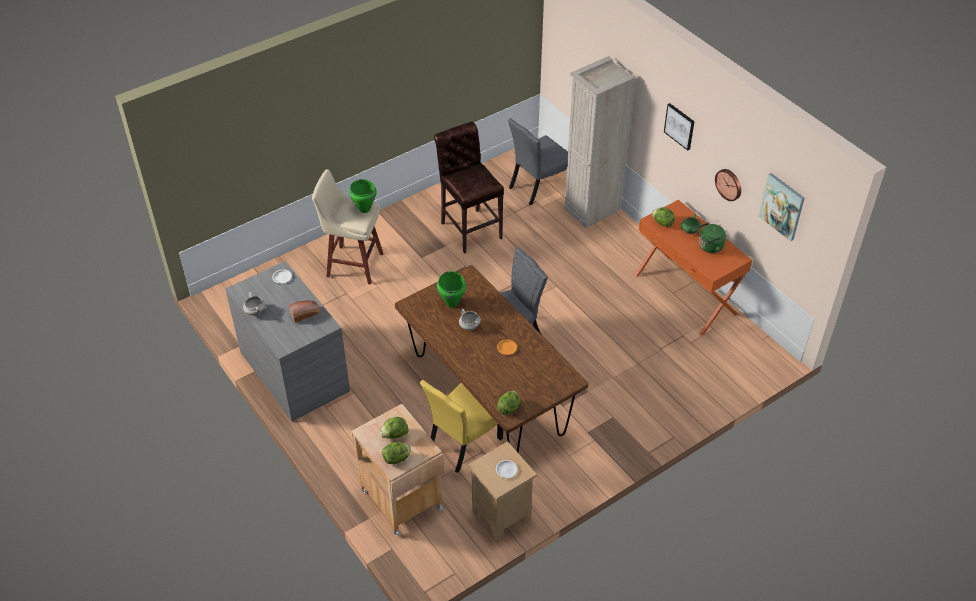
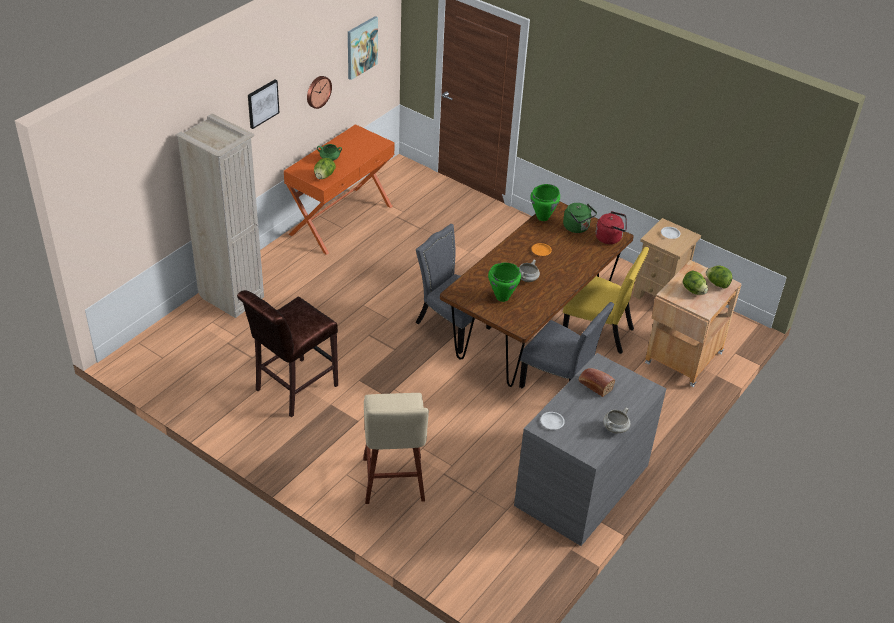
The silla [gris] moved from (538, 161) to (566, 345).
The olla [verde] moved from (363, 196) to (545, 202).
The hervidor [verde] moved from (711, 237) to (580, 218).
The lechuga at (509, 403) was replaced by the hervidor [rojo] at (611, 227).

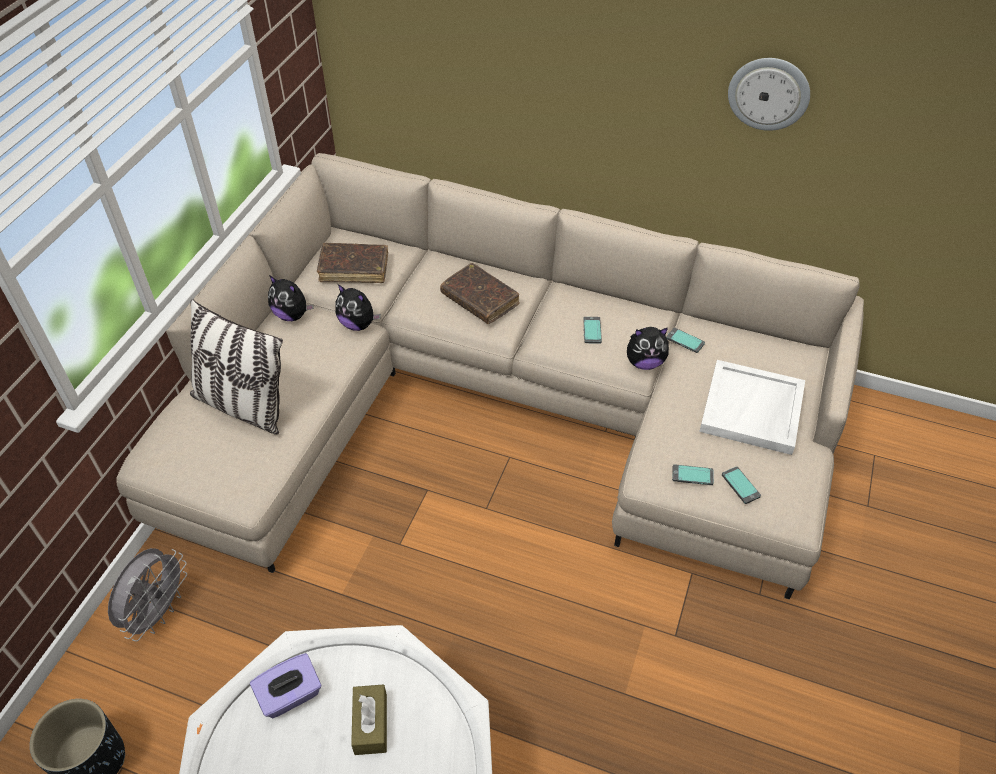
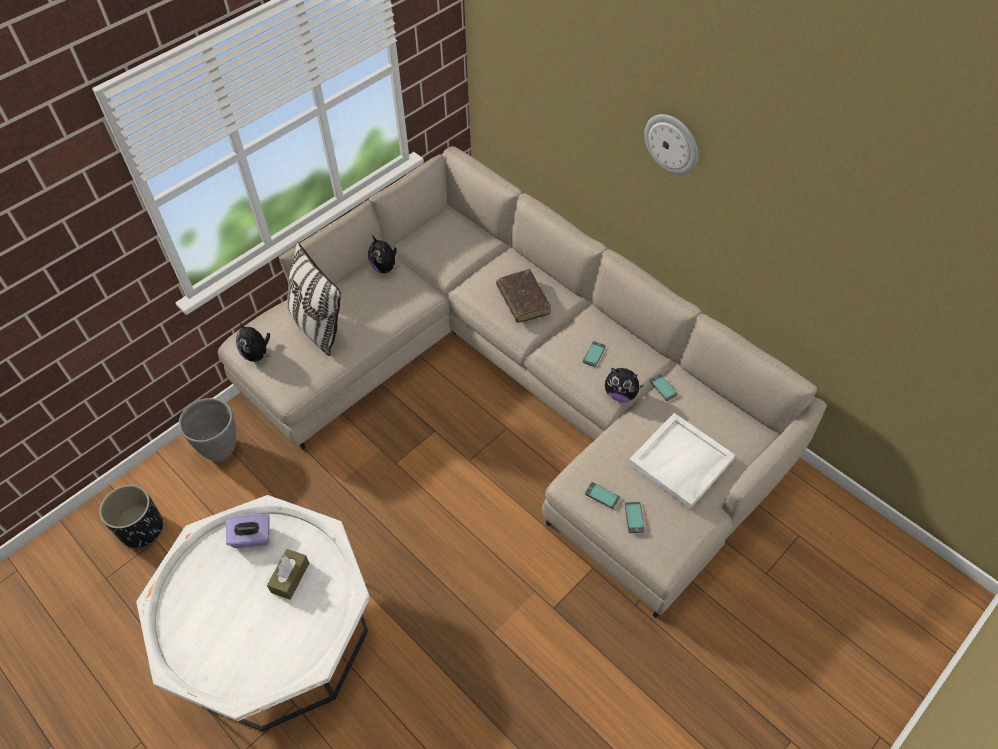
The reloj de pared moved from (769, 94) to (671, 144).
The libro [marrón] at (352, 263) disappeared.
The peluche moved from (358, 307) to (253, 342).
The ventilador [gris] at (147, 595) was replaced by the maceta [gris] at (207, 429).

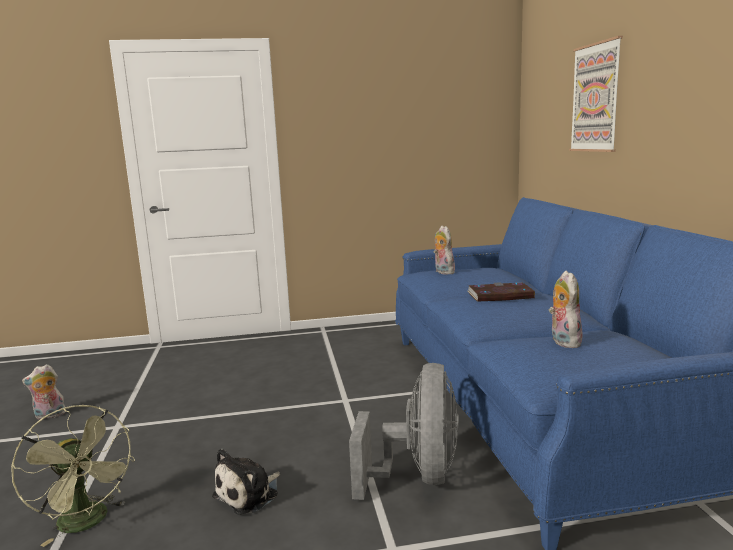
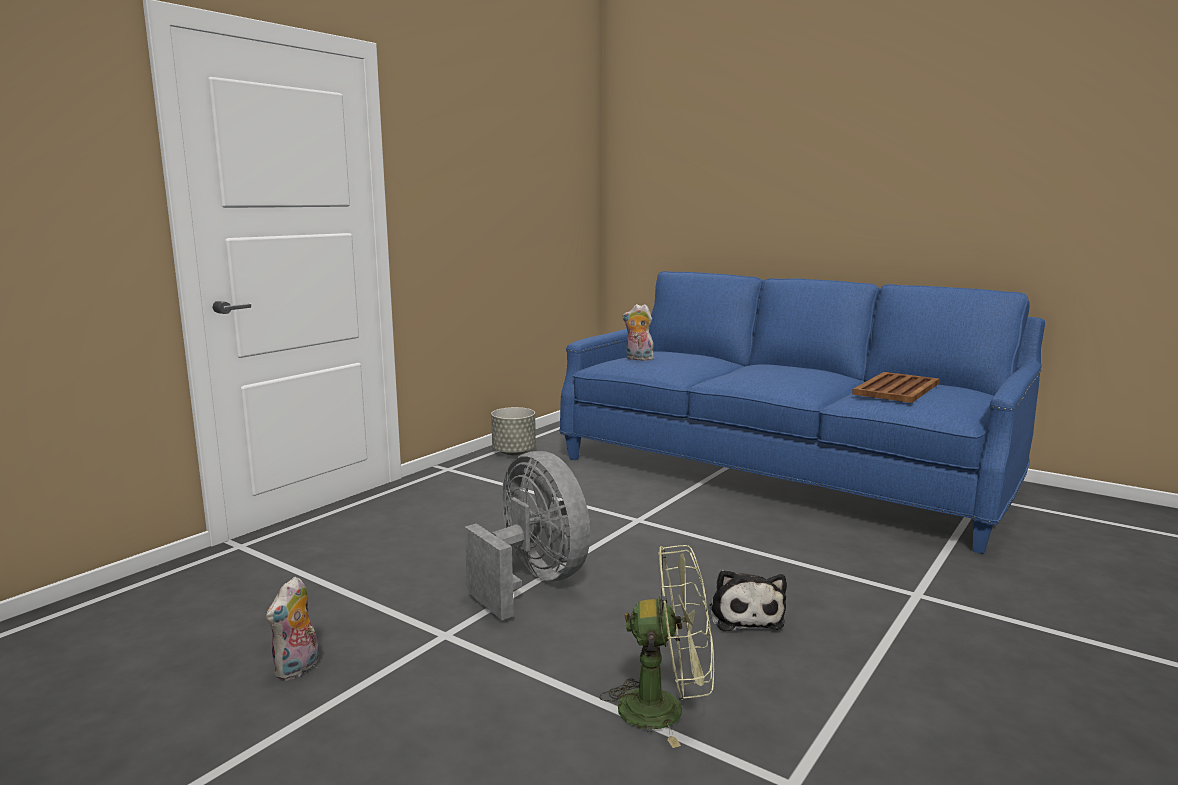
The cuadro at (596, 94) disappeared.
The peluche at (565, 309) was replaced by the bandeja [marrón] at (895, 387).
The libro at (501, 292) disappeared.
The ventilador [gris] moved from (404, 431) to (527, 535).
The maceta [gris] at (513, 431) appeared.

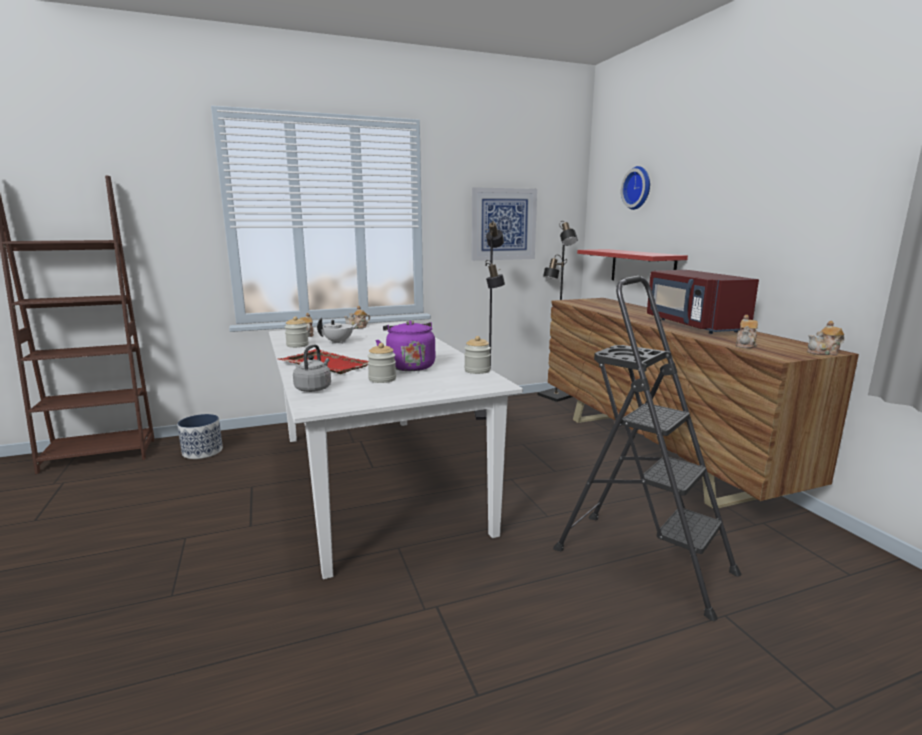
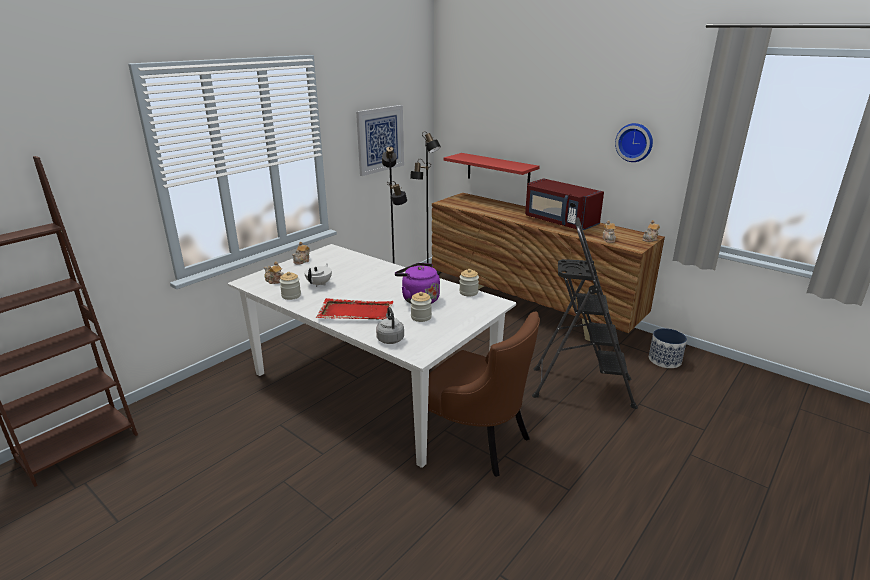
The reloj de pared moved from (635, 188) to (634, 142).
The maceta moved from (200, 436) to (668, 348).
The silla [marrón] at (484, 394) appeared.

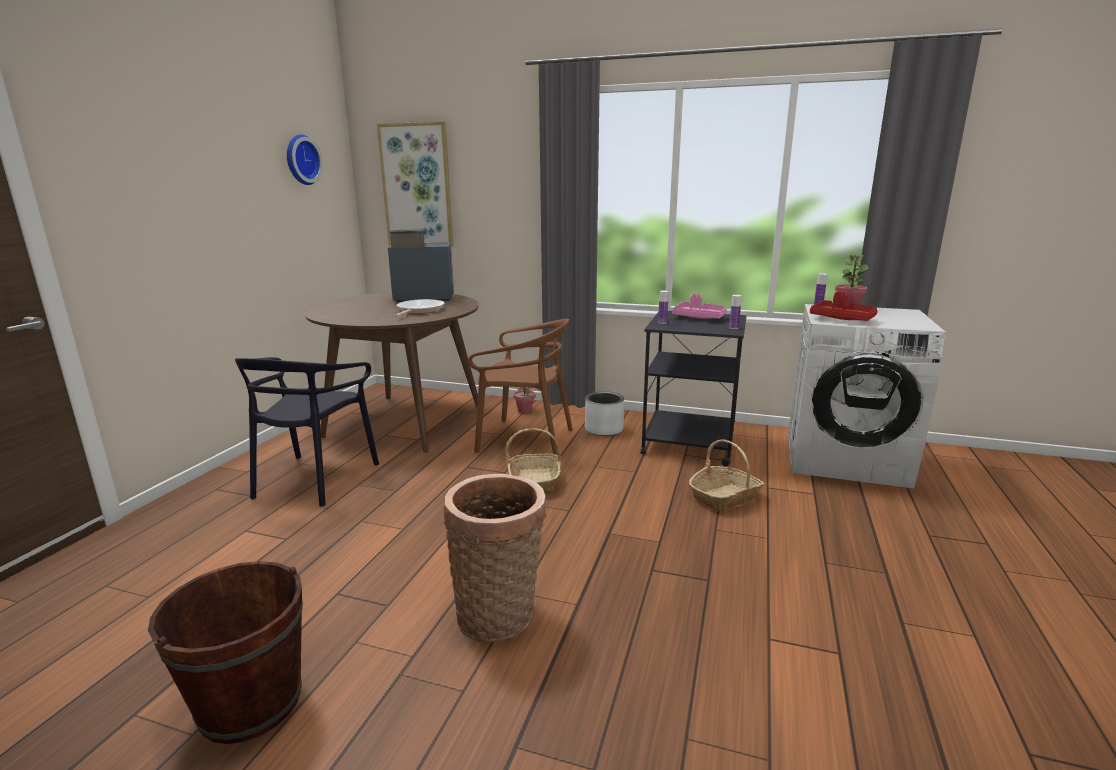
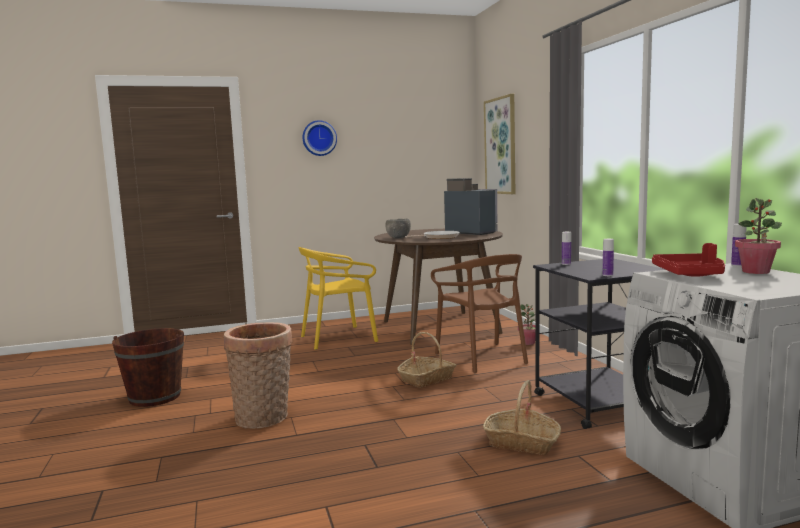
The reloj de pared moved from (305, 159) to (319, 138).
The bandeja [rosa] at (699, 306) disappeared.
The silla [negro] at (307, 432) became the silla [amarillo] at (338, 298).
The maceta [gris] at (604, 413) disappeared.
The cuenco [gris] at (398, 228) appeared.

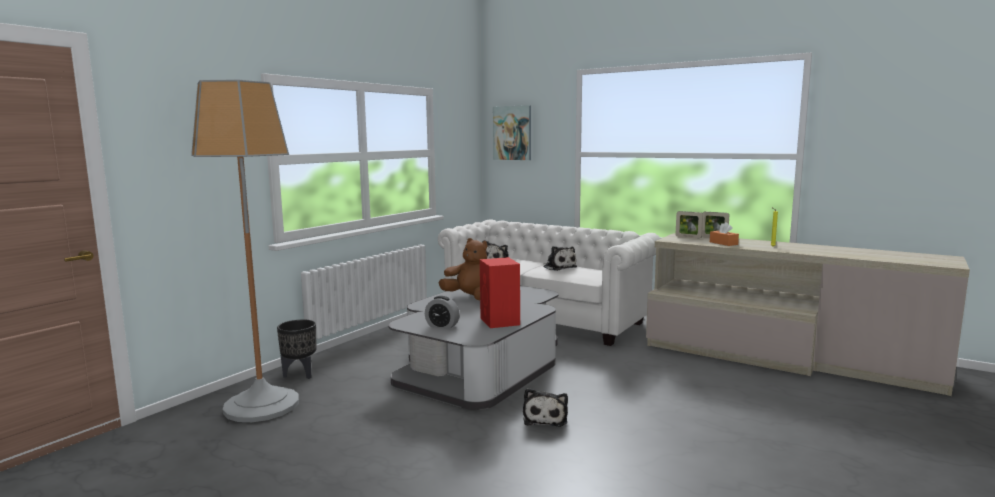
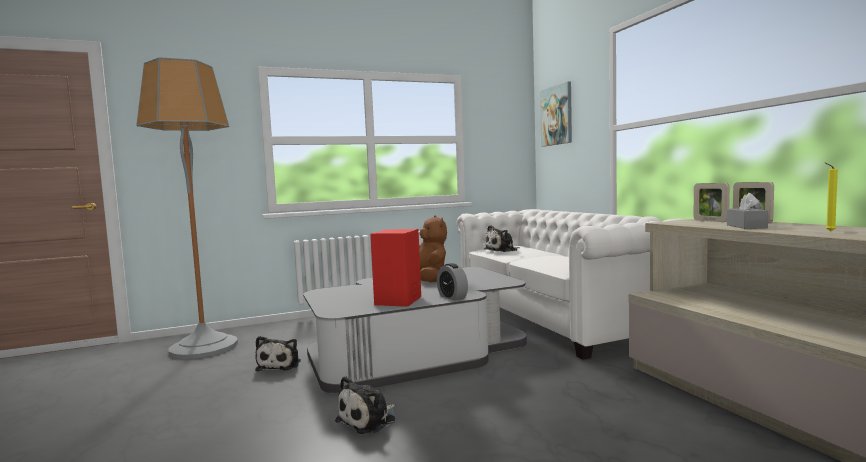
The caja de pañuelos [naranja] at (724, 234) became the caja de pañuelos [gris] at (747, 211).
The peluche moved from (560, 258) to (278, 353).
The despertador moved from (442, 312) to (452, 281).
The maceta [negro] at (297, 349) disappeared.

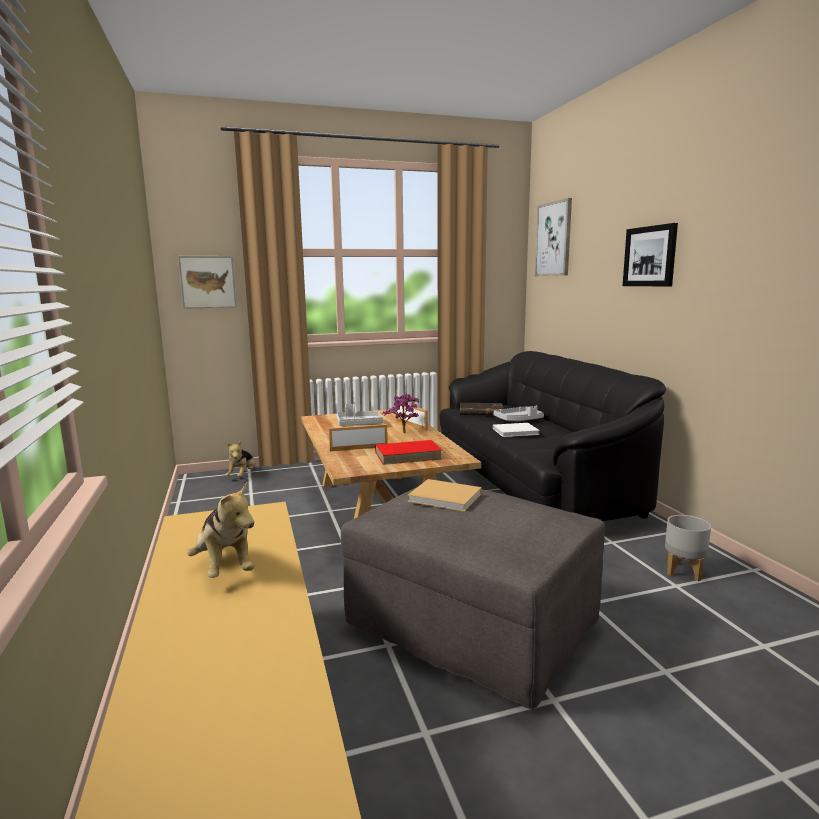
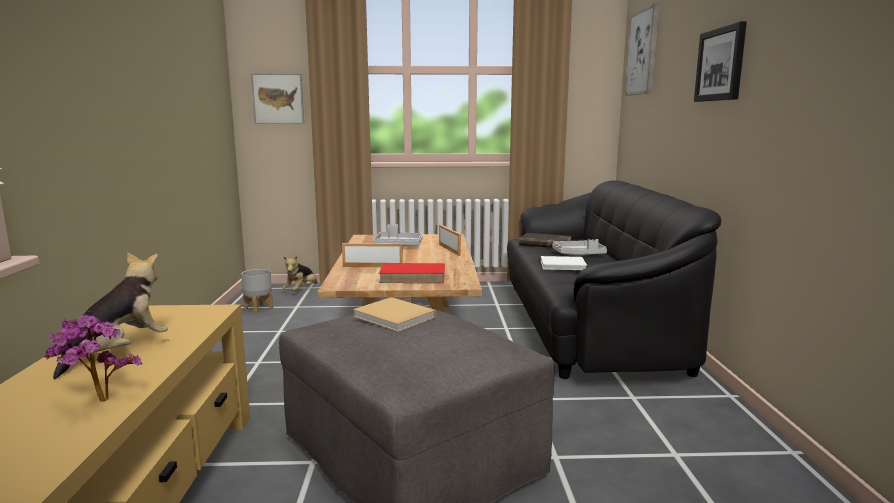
The planta en maceta moved from (401, 413) to (93, 358).
The peluche at (221, 530) turned 135 degrees counterclockwise.
The maceta [gris] moved from (688, 548) to (257, 291).

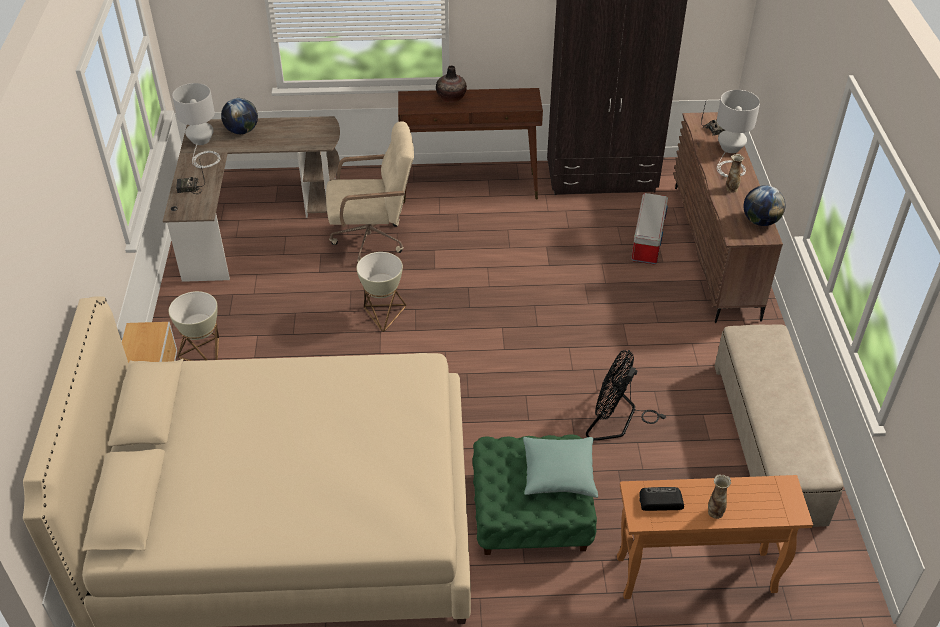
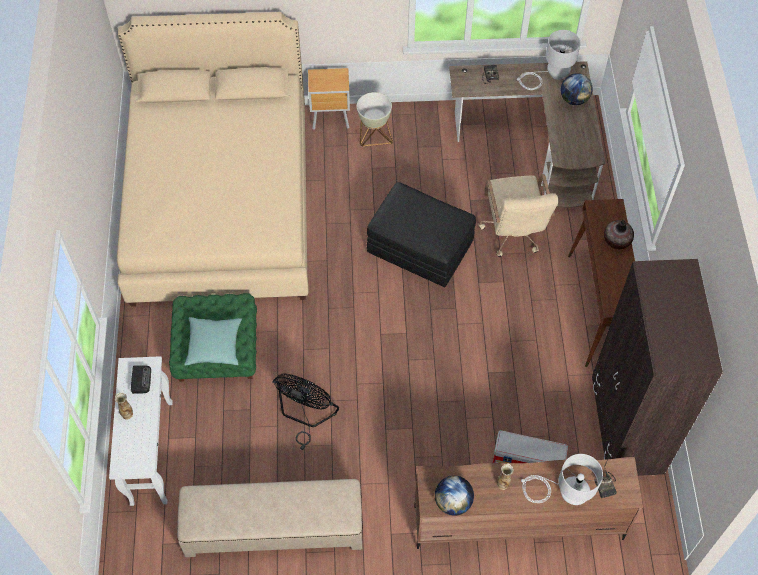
The maceta at (381, 292) was replaced by the puf [negro] at (421, 234).
The mesa consola [naranja] at (715, 537) became the mesa consola [blanco] at (141, 431).

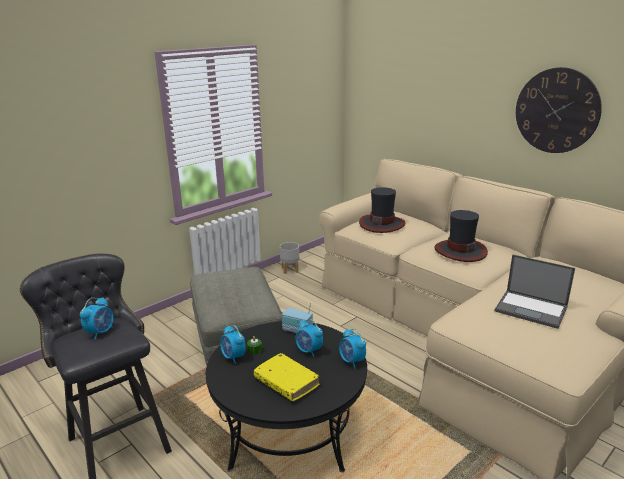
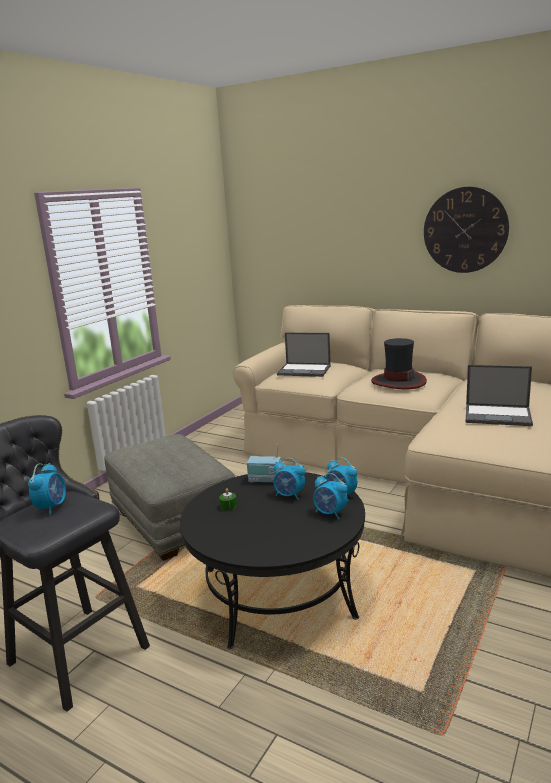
The sombrero at (382, 210) was replaced by the portátil at (304, 355).
The maceta [gris] at (289, 258) disappeared.
The despertador moved from (233, 344) to (330, 496).
The libro [amarillo] at (286, 377) disappeared.

